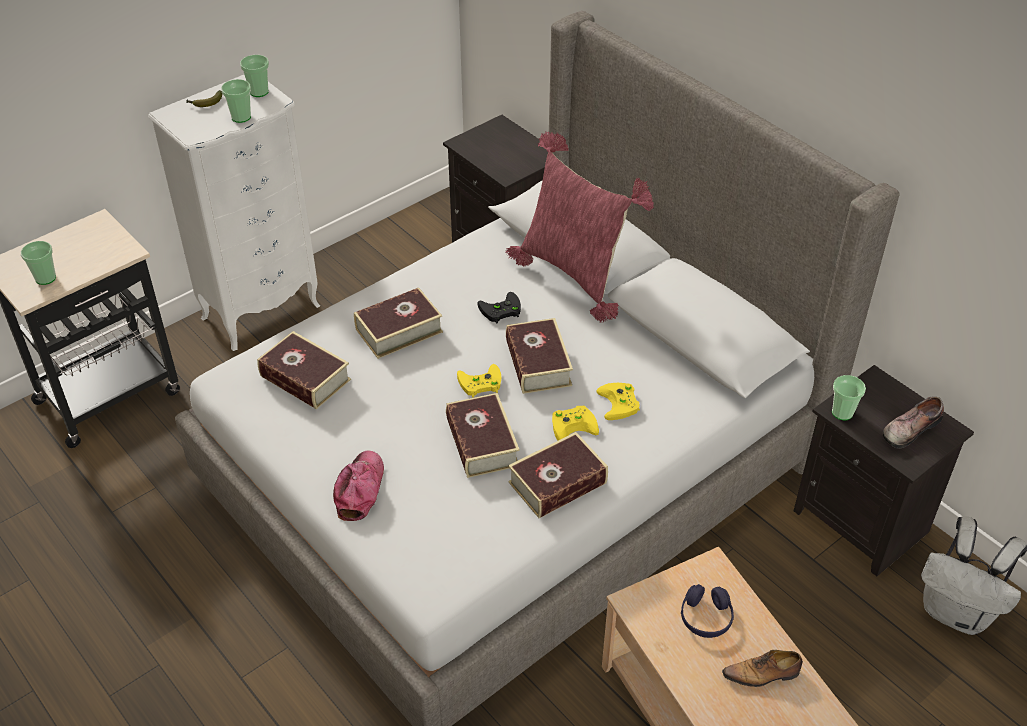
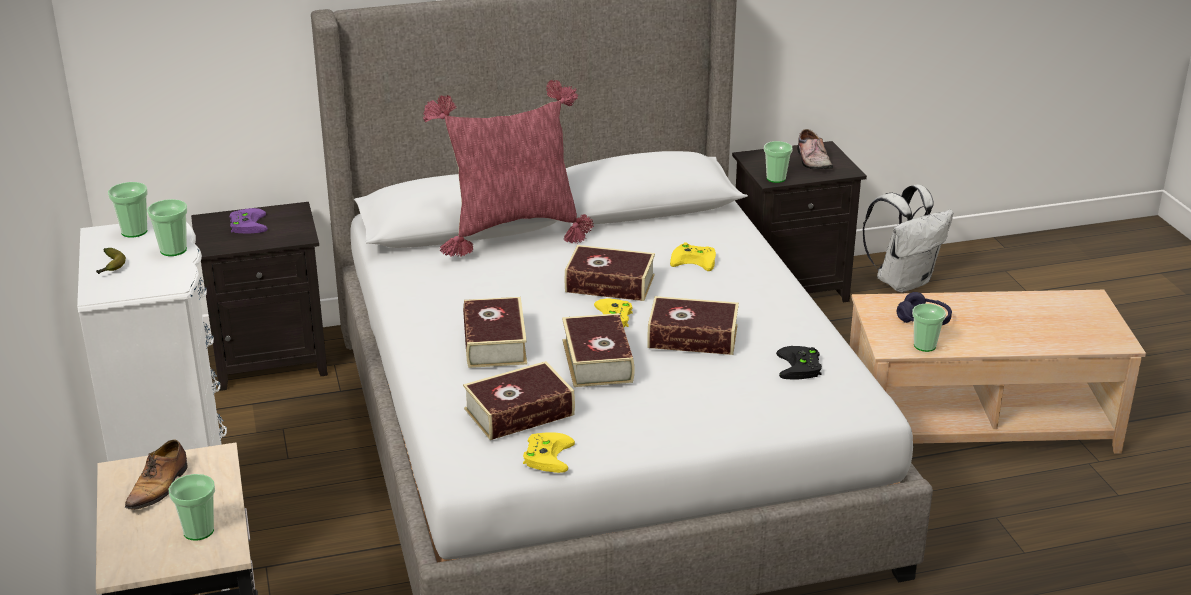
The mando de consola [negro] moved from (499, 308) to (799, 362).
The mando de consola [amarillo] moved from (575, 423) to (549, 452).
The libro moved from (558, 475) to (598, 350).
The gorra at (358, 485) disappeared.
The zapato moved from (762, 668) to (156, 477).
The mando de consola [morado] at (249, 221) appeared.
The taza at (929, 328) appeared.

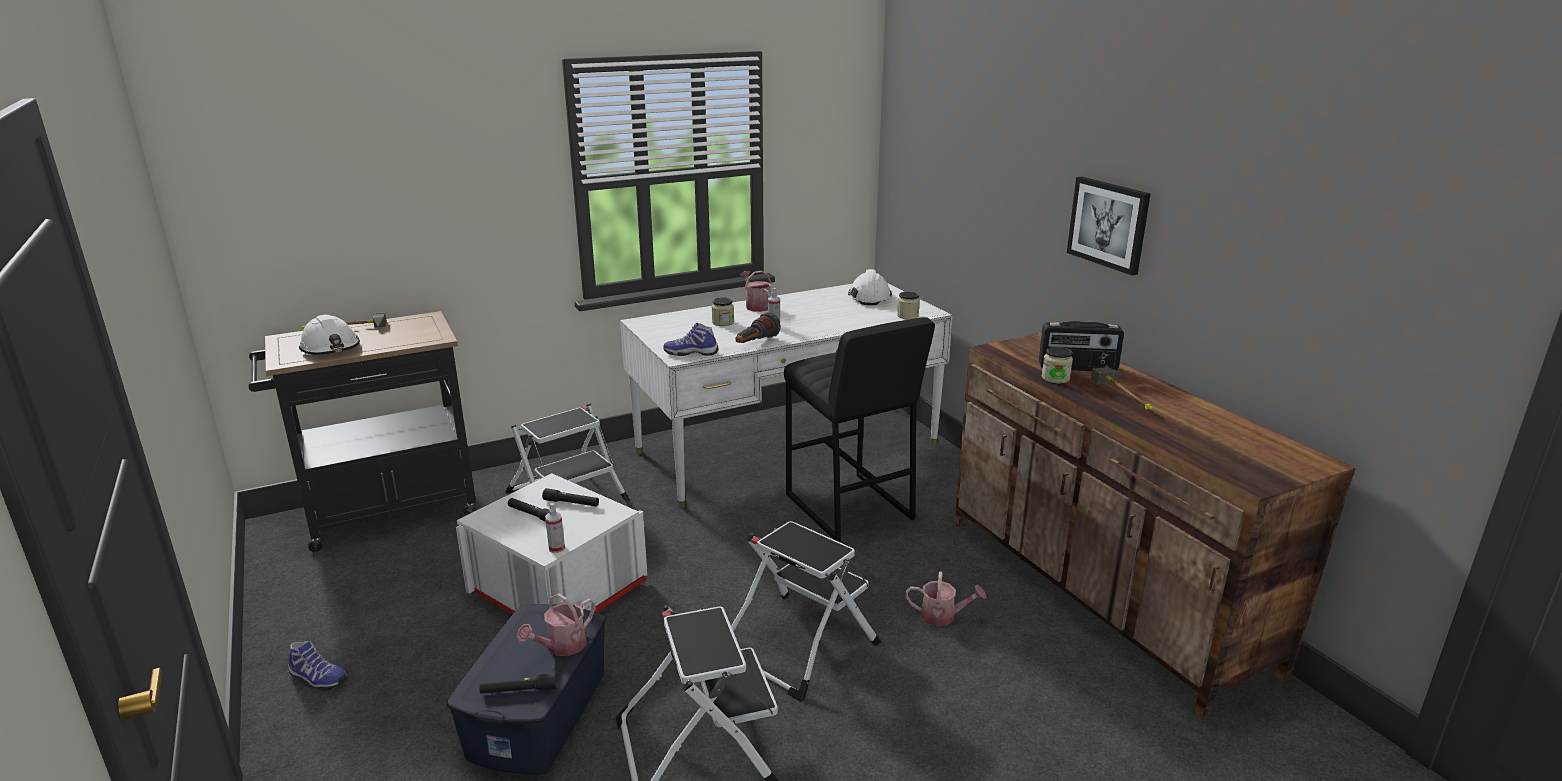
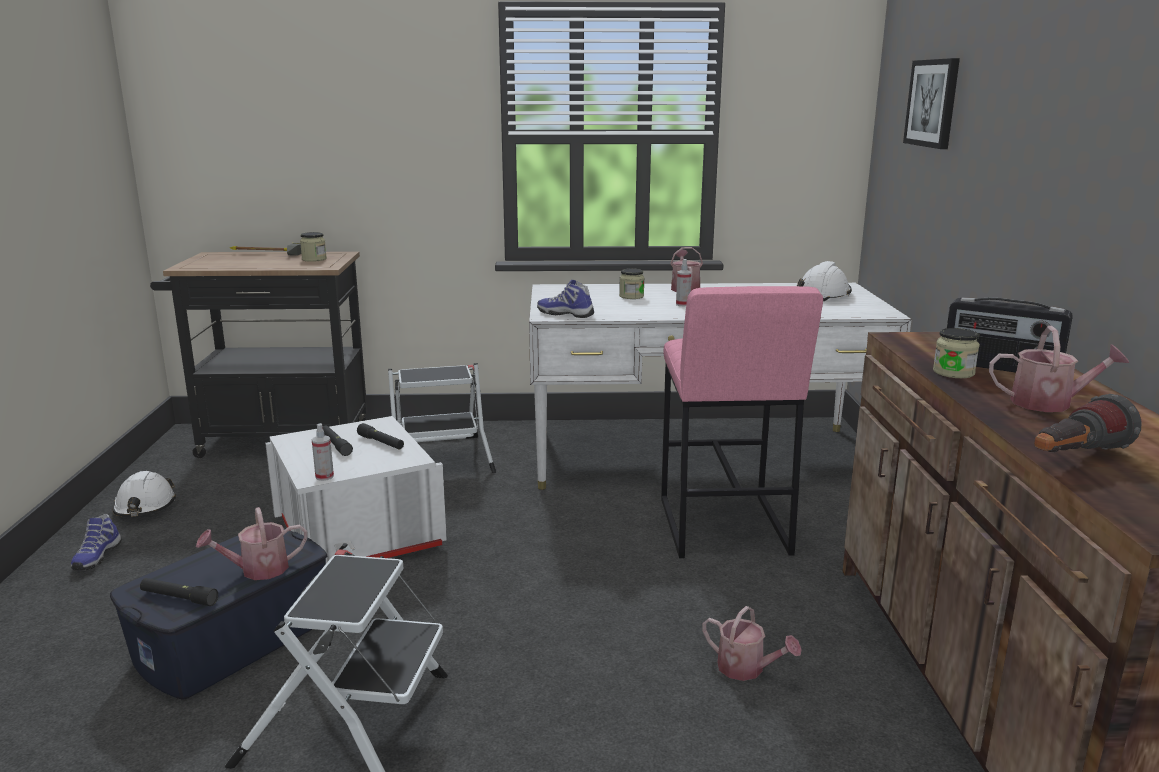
The cuadro moved from (1109, 226) to (931, 103).
The tarro moved from (908, 305) to (313, 247).
The linterna moved from (758, 327) to (1088, 423).
The casco [blanco] moved from (329, 335) to (144, 494).
The taburete [negro] at (859, 429) became the taburete [rosa] at (742, 422).
The martillo at (1121, 388) was replaced by the regadera at (1059, 369).
The escalera de tijera at (806, 611) disappeared.
The zapato at (317, 666) turned 45 degrees clockwise.

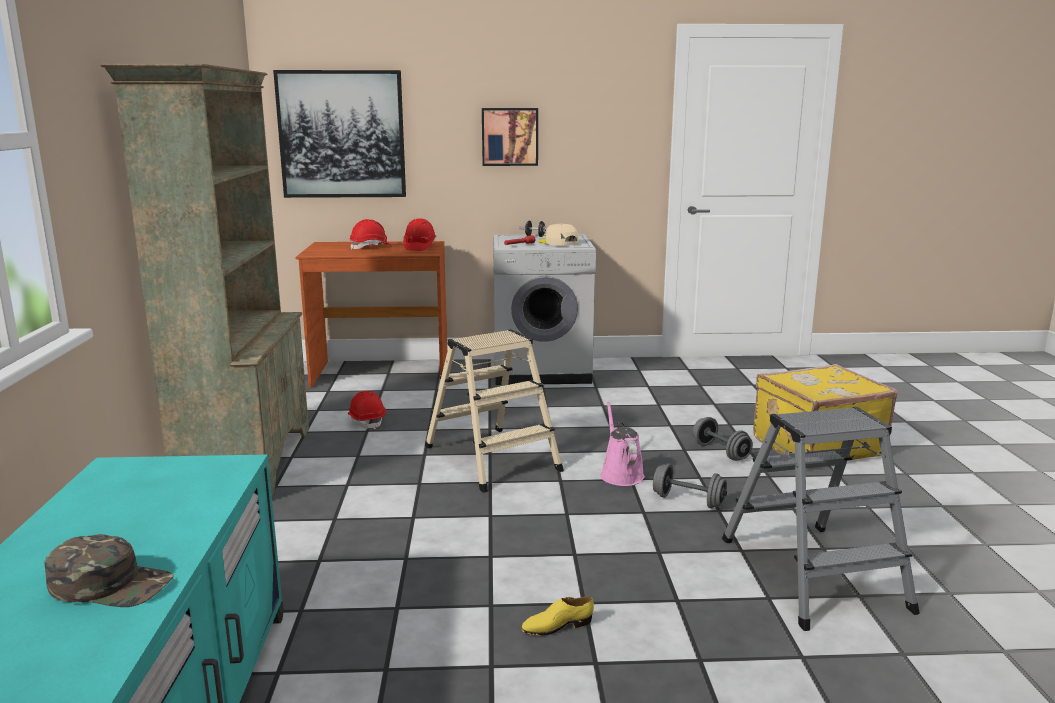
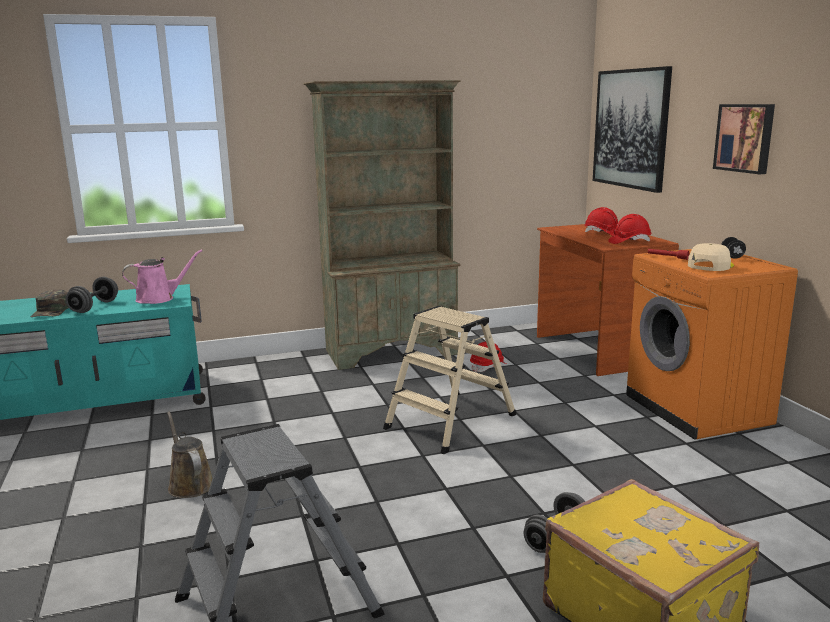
The lavadora [blanco] at (544, 309) became the lavadora [naranja] at (712, 344).
The regadera [rosa] moved from (622, 444) to (162, 276).
The mancuerna [gris] moved from (690, 485) to (91, 295).
The zapato [amarillo] at (557, 616) was replaced by the regadera [marrón] at (189, 454).

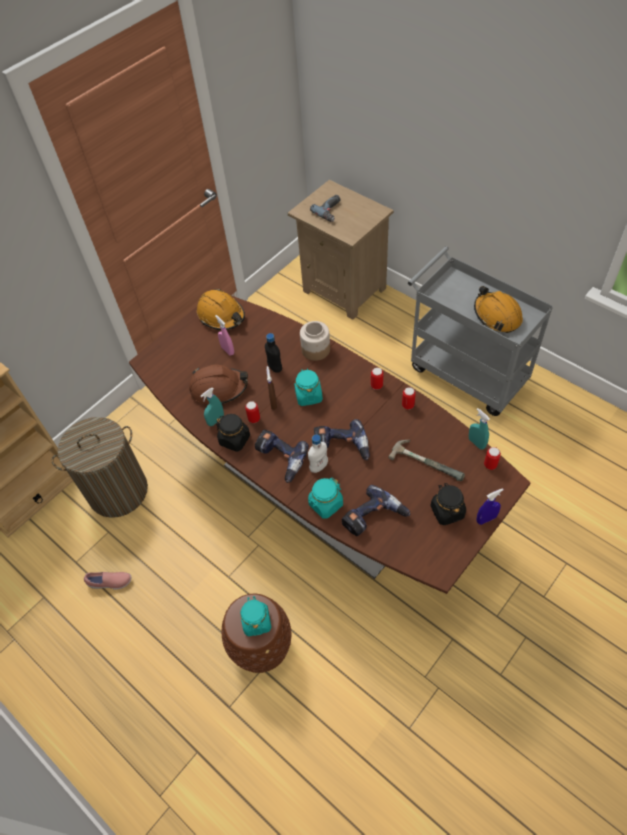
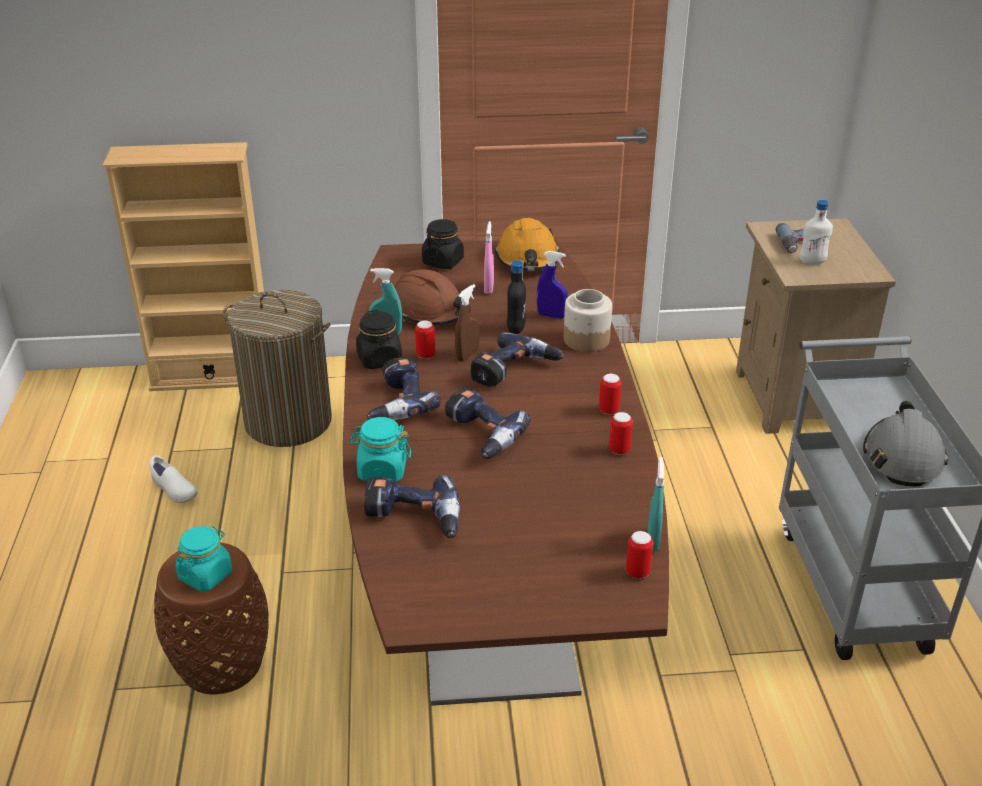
The casco [naranja] at (498, 309) became the casco [gris] at (905, 444).
The tarro [turquesa] at (308, 387) was replaced by the taladro at (517, 359).
The botella [blanco] moved from (318, 453) to (816, 232).
The martillo at (426, 460) disappeared.
The tarro [negro] moved from (448, 504) to (443, 244).
The pulverizador [azul] moved from (490, 506) to (552, 285).
The zapato [rosa] at (107, 581) became the zapato [blanco] at (173, 479).

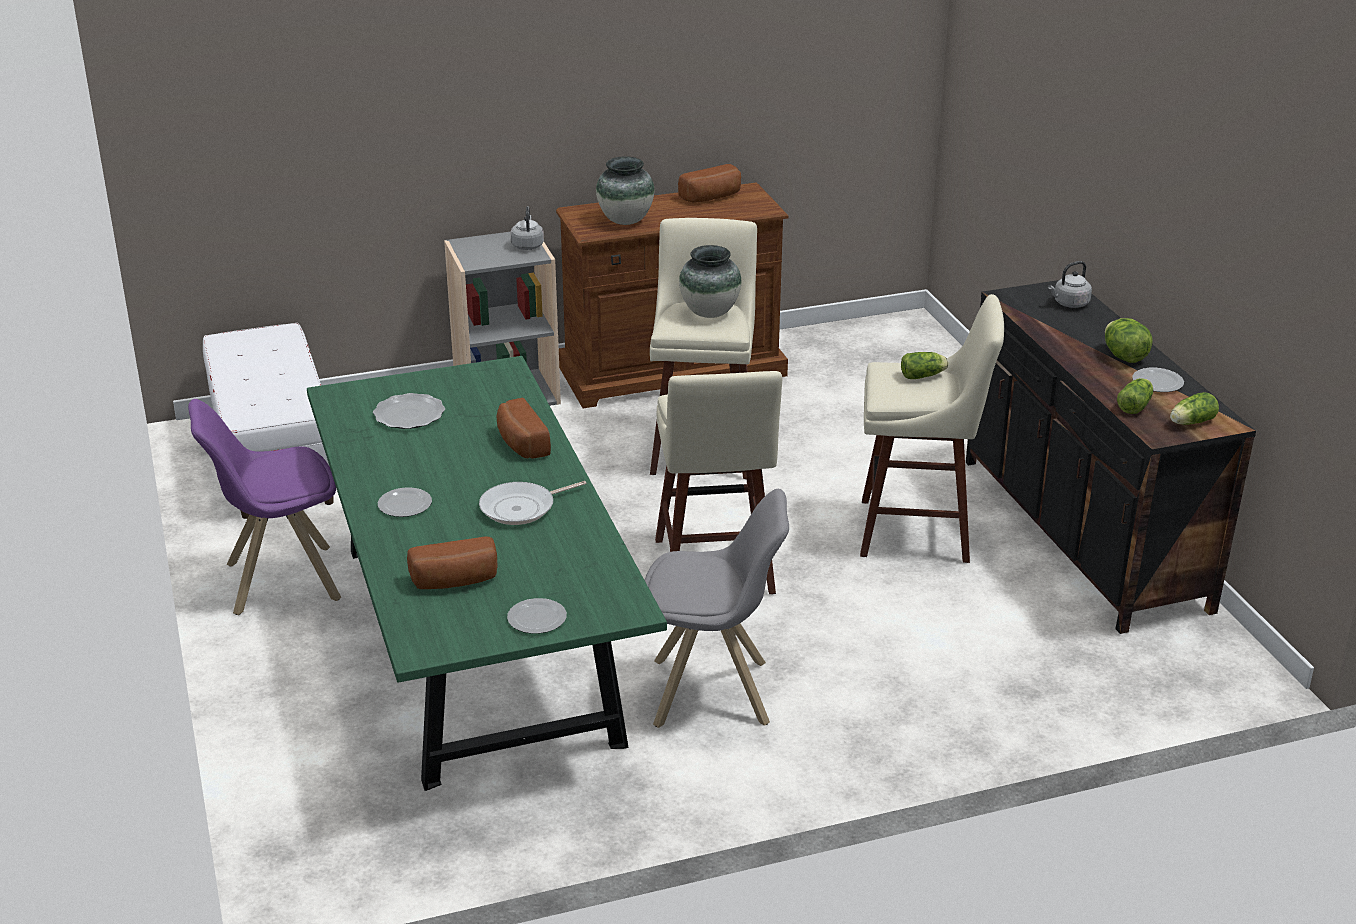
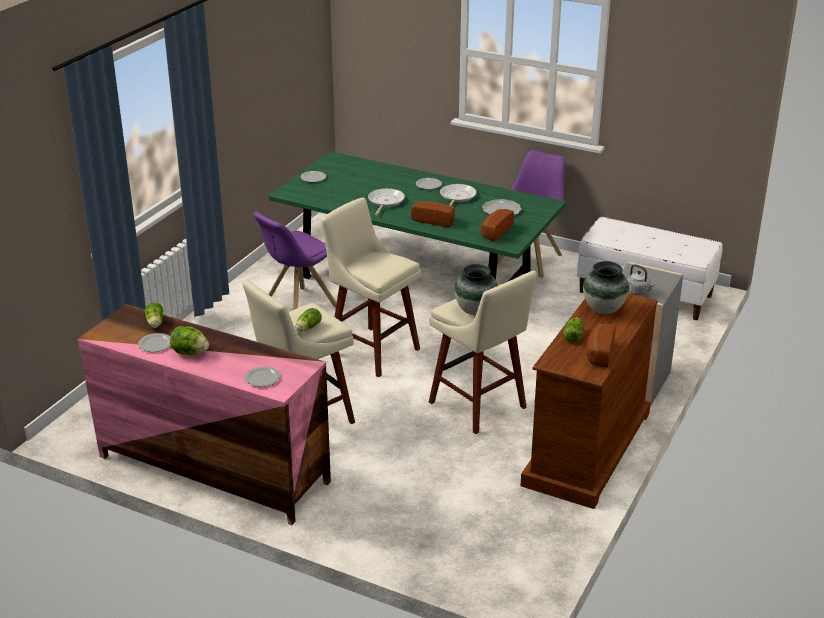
The hervidor [gris] at (1070, 284) was replaced by the plato at (262, 376).
The armario [negro] at (1111, 457) became the armario [rosa] at (204, 414).
The lechuga moved from (1194, 408) to (573, 330).
The silla [gris] at (717, 608) became the silla [morado] at (295, 261).
The pan moved from (452, 563) to (497, 225).
The sartén at (458, 195) appeared.

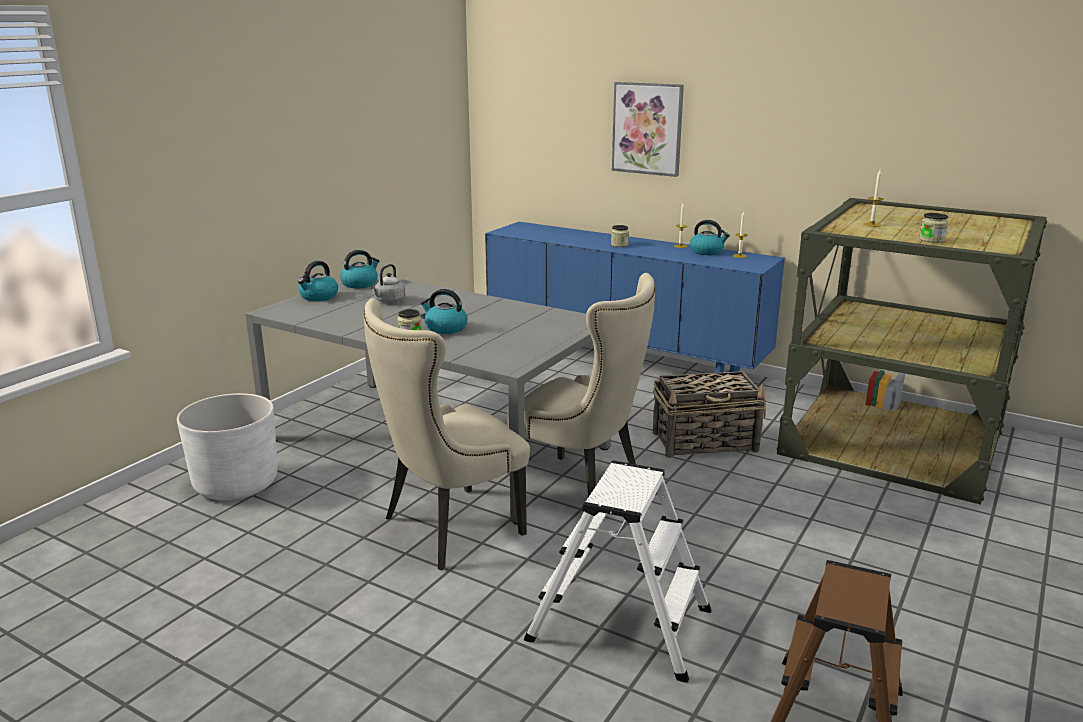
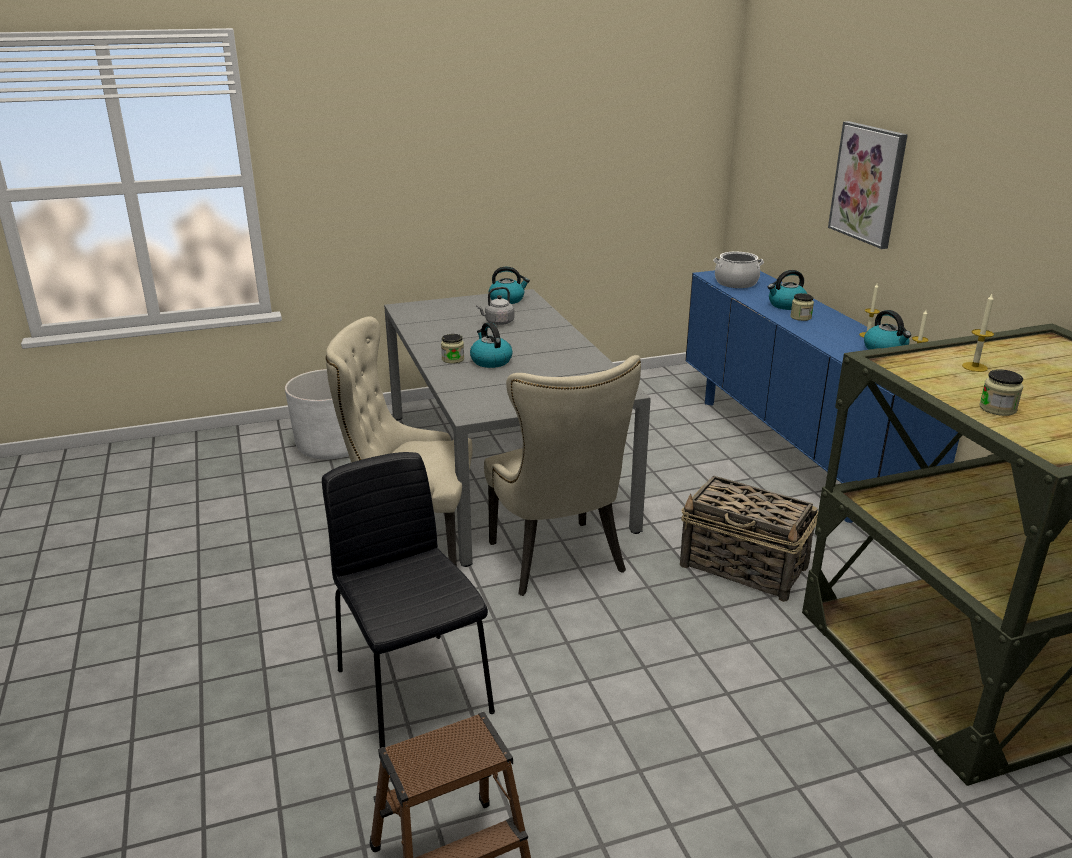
The hervidor moved from (318, 281) to (787, 290).
The escalera de tijera [blanco] at (618, 571) was replaced by the silla [negro] at (408, 600).
The olla at (738, 270) appeared.

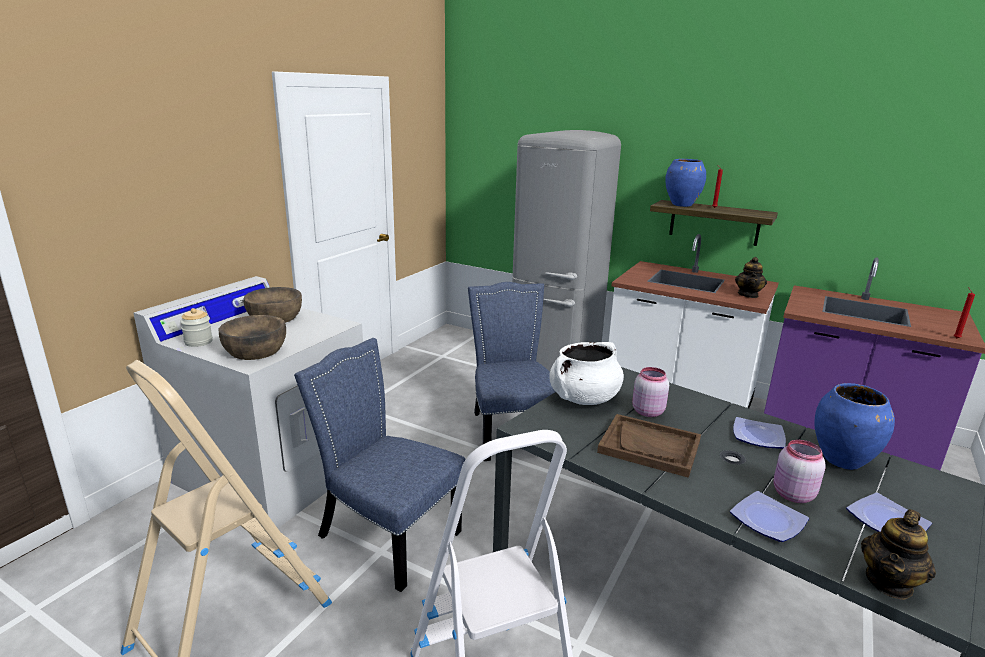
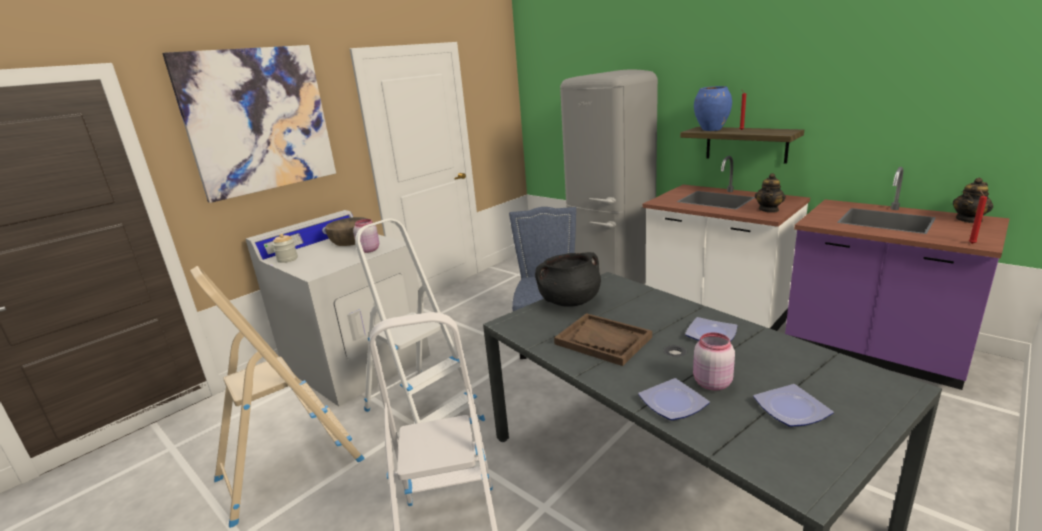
The cuenco [marrón] at (252, 337) disappeared.
The silla [azul] at (380, 465) was replaced by the escalera de tijera [blanco] at (420, 321).
The olla [blanco] at (587, 373) became the olla [negro] at (568, 279).
The tarro [rosa] moved from (650, 392) to (366, 236).
The florero [azul] at (855, 426) disappeared.
The tetera moved from (898, 554) to (973, 200).
The cuadro at (249, 124) appeared.

